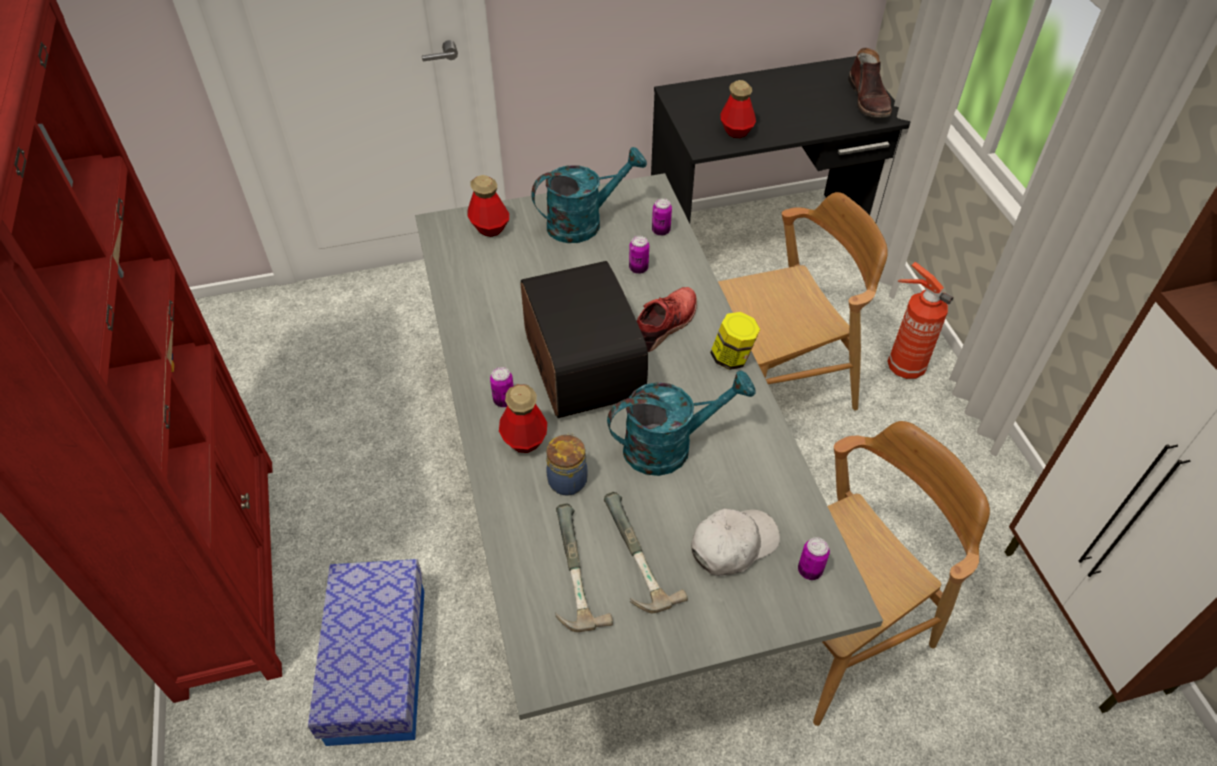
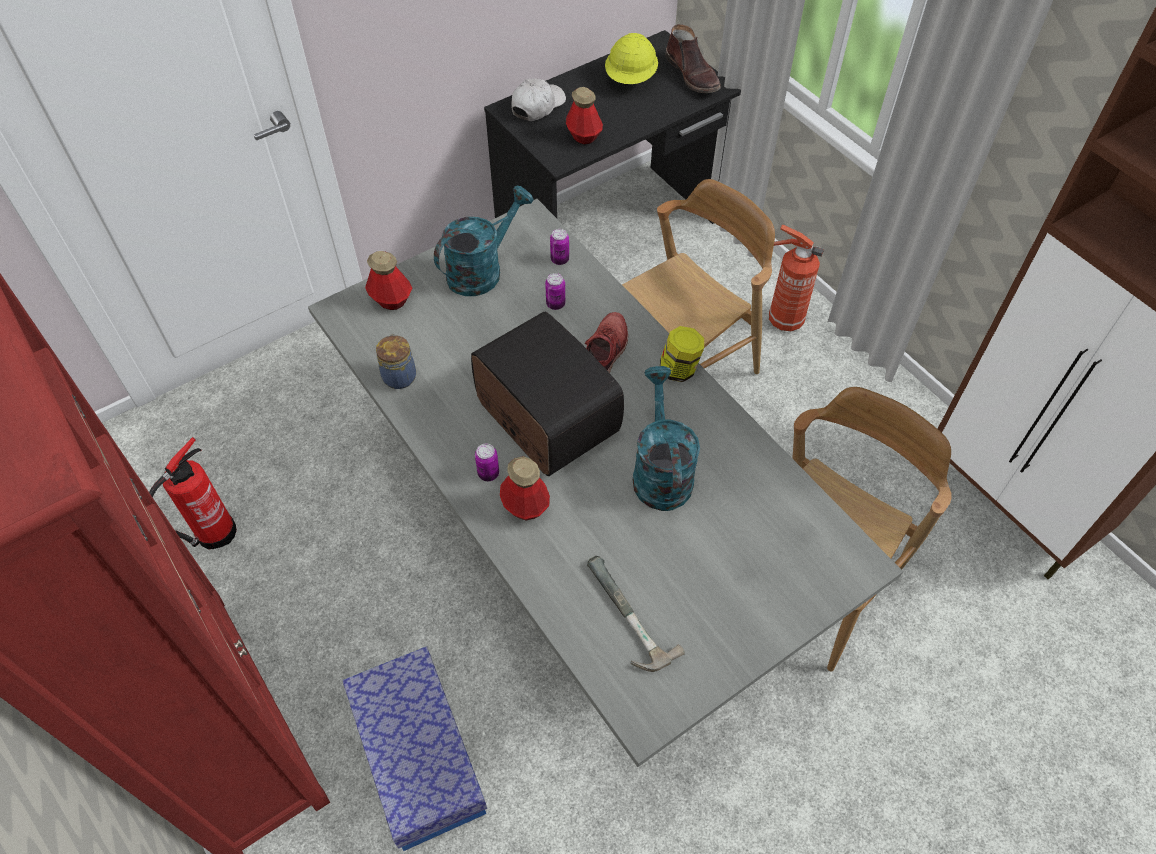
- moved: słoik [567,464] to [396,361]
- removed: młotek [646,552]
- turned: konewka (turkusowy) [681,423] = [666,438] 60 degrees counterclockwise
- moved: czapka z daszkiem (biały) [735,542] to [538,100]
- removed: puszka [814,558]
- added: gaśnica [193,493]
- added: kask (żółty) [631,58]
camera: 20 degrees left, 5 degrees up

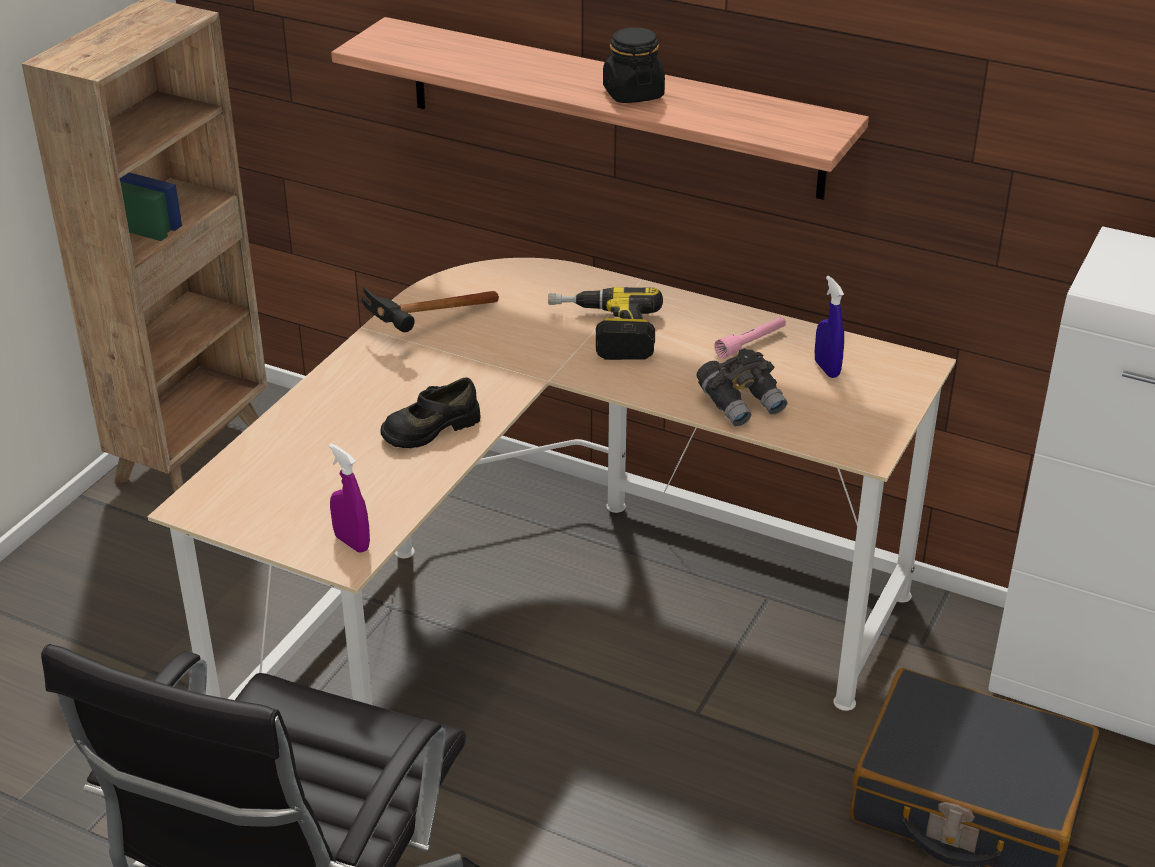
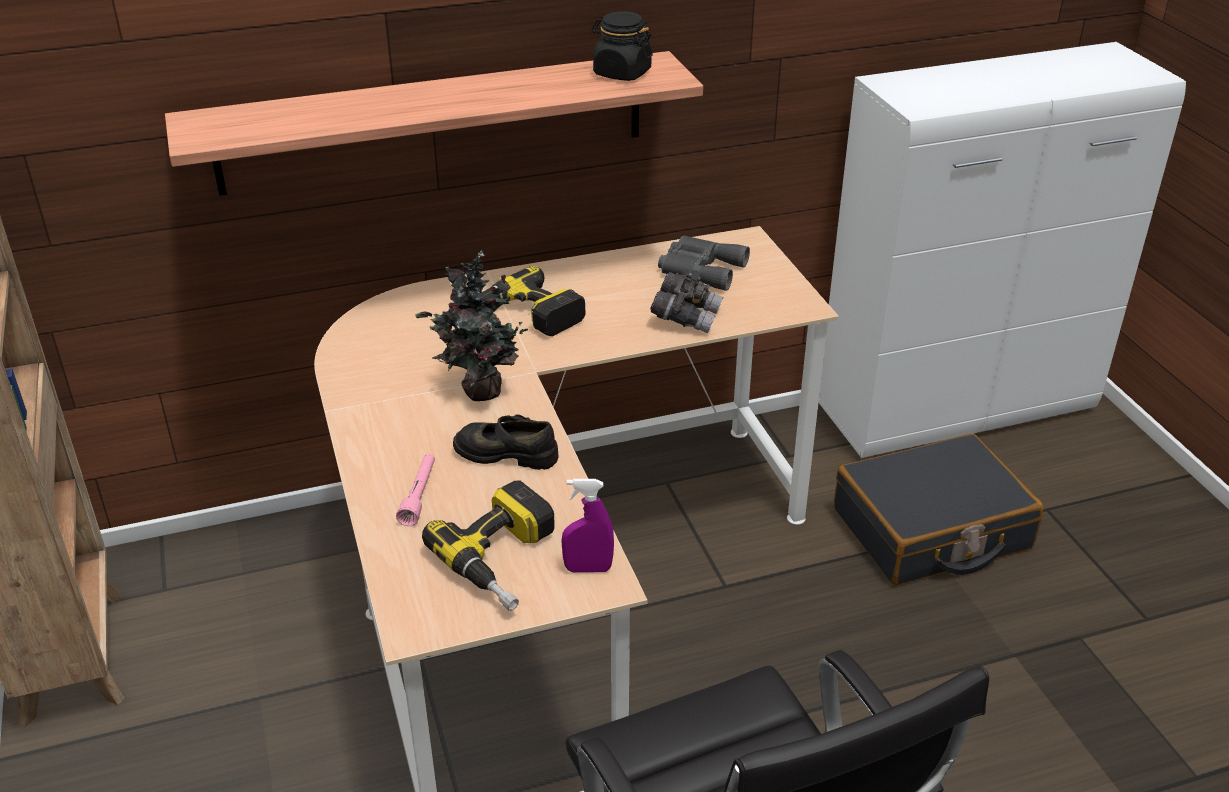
- removed: młotek [430,309]
- turned: but (czarny) [431,412] = [506,442] 90 degrees clockwise
- moved: słoik (czarny) [634,65] to [622,46]
- moved: latarka (różowy) [750,338] to [415,490]
- replaced: spryskiwacz (niebieski) [829,327] to lornetka (szary) [704,263]
- added: roślina doniczkowa [474,325]
- added: wiertarka [488,545]
camera: 45 degrees left, 0 degrees up

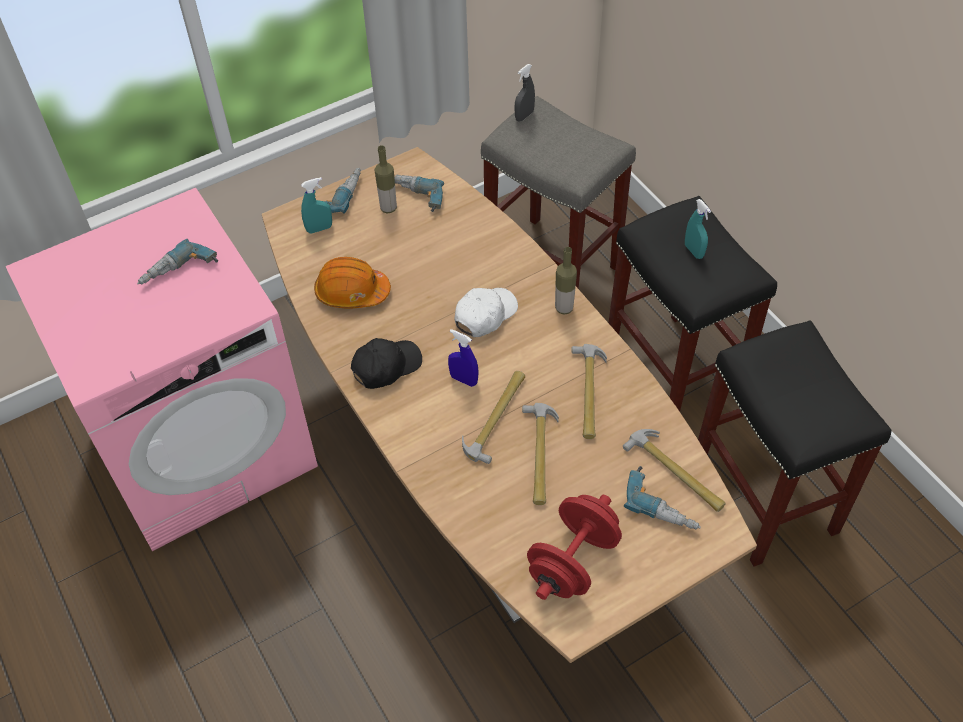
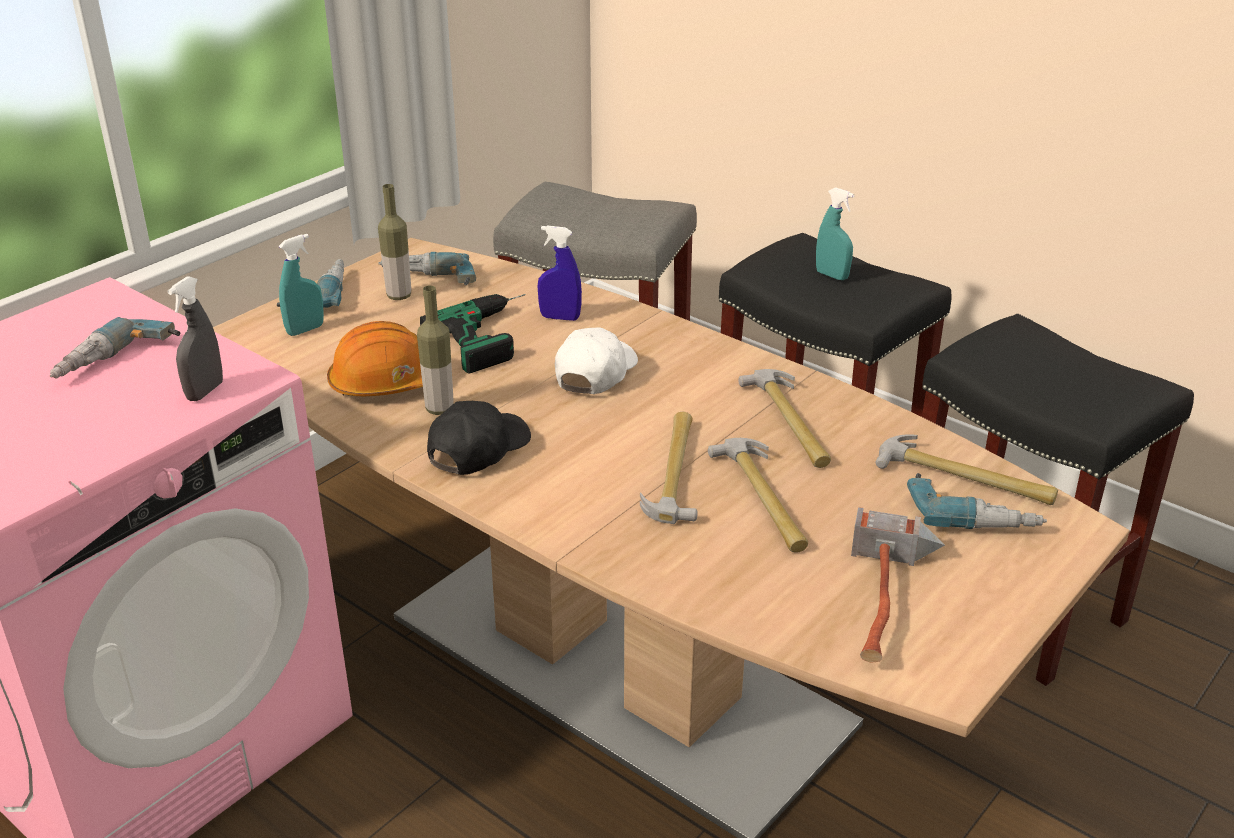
- moved: spryskiwacz (niebieski) [463,358] to [560,273]
- moved: spryskiwacz (szary) [524,93] to [195,338]
- replaced: hantel (czerwony) [574,547] to młotek [898,585]
- moved: butelka [566,281] to [435,350]
- added: wiertarka [473,334]
camera: 20 degrees left, 20 degrees down

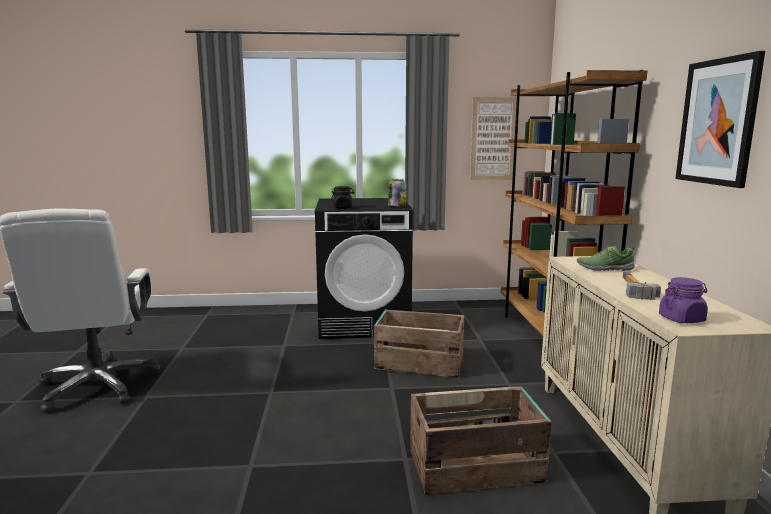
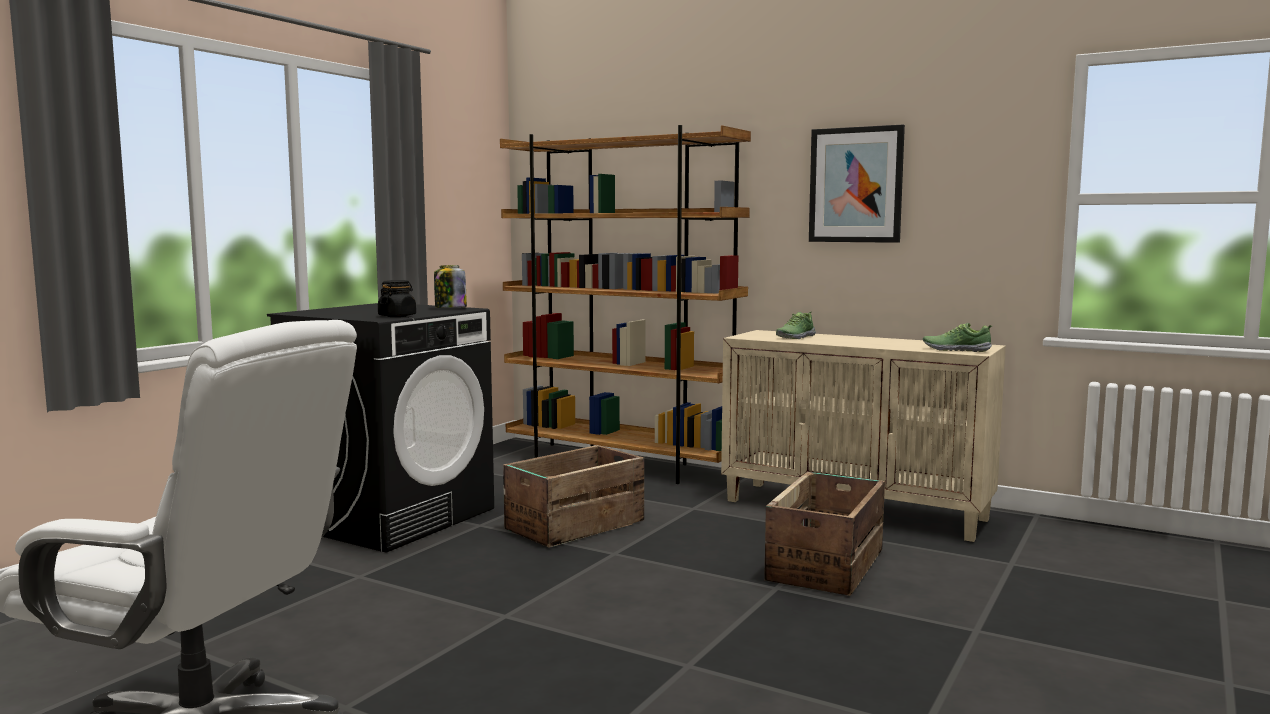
- removed: obraz [493,138]
- removed: młotek [642,286]
- replaced: słoik (fioletowy) [683,300] to but [957,337]
camera: 55 degrees left, 5 degrees down

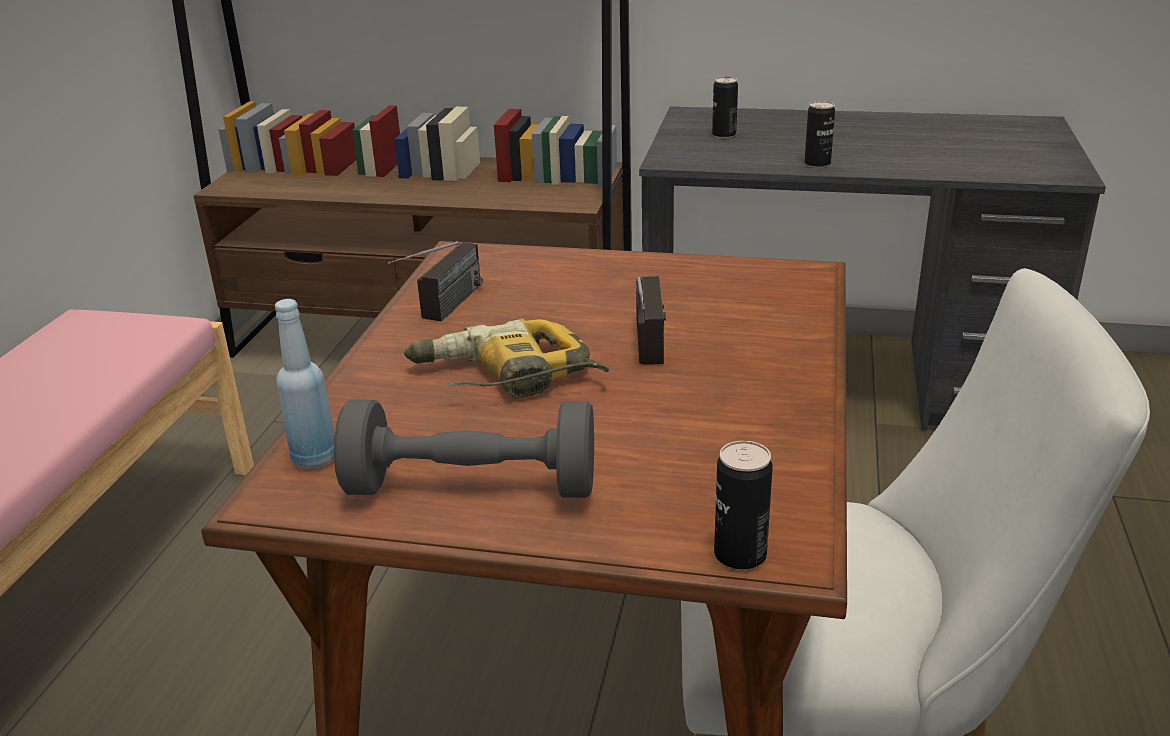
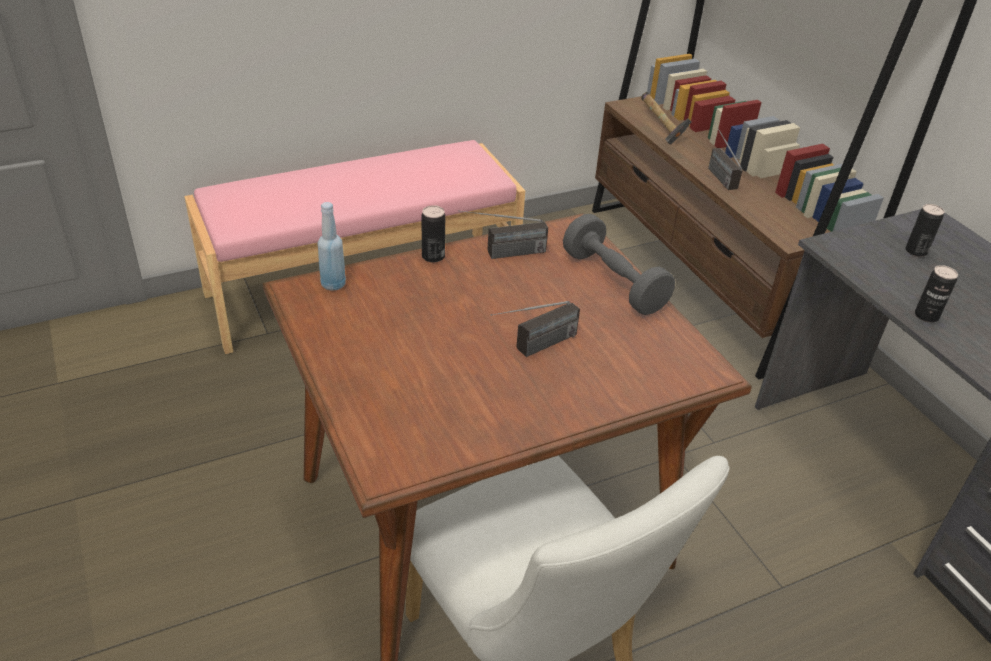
- moved: hantel (szary) [464,449] to [619,264]
- removed: wiertarka [506,359]
- moved: puszka [743,505] to [433,234]
- added: młotek [666,118]
- added: radio [725,155]
camera: 50 degrees right, 10 degrees up

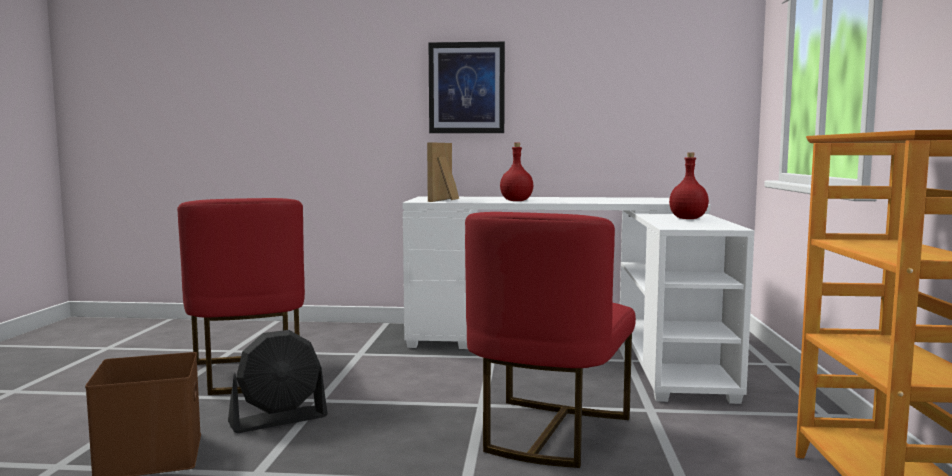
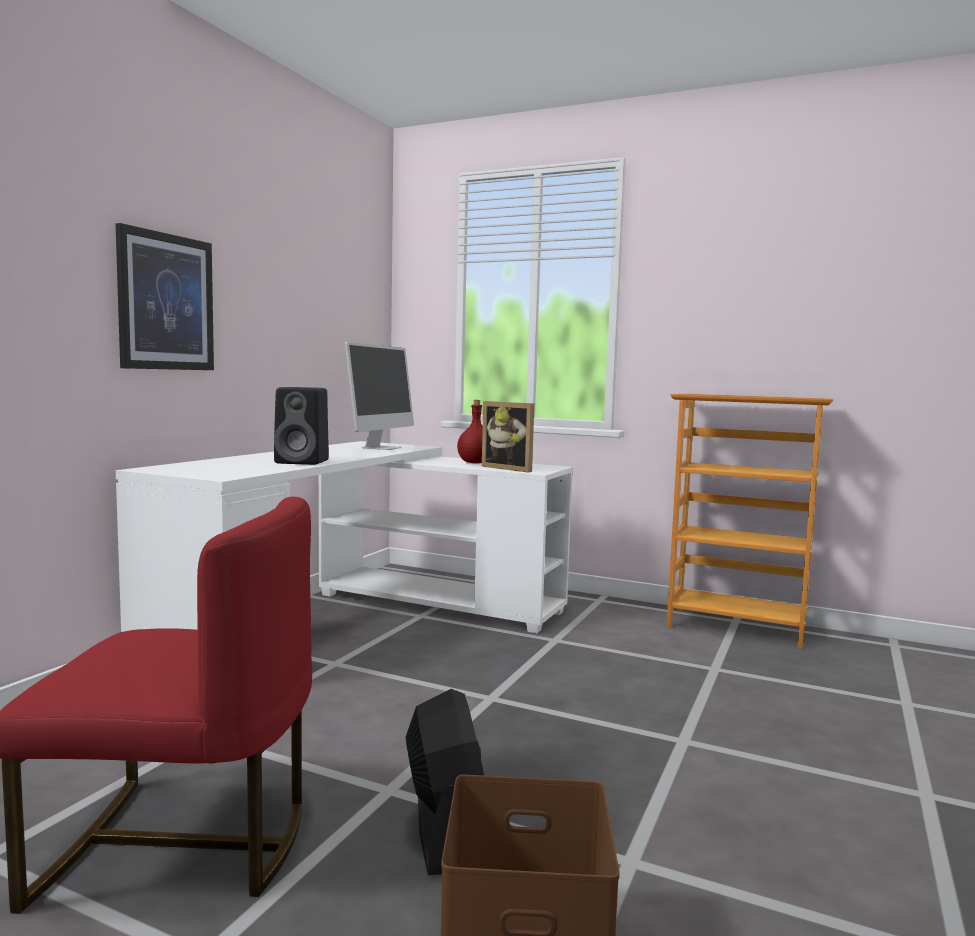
- moved: ramka na zdjęcie [443,172] to [508,436]
- removed: krzesło (czerwony) [550,340]
- replaced: butelka (czerwony) [517,172] to głośnik (czarny) [301,426]
- added: monitor [379,396]
camera: 70 degrees left, 0 degrees up

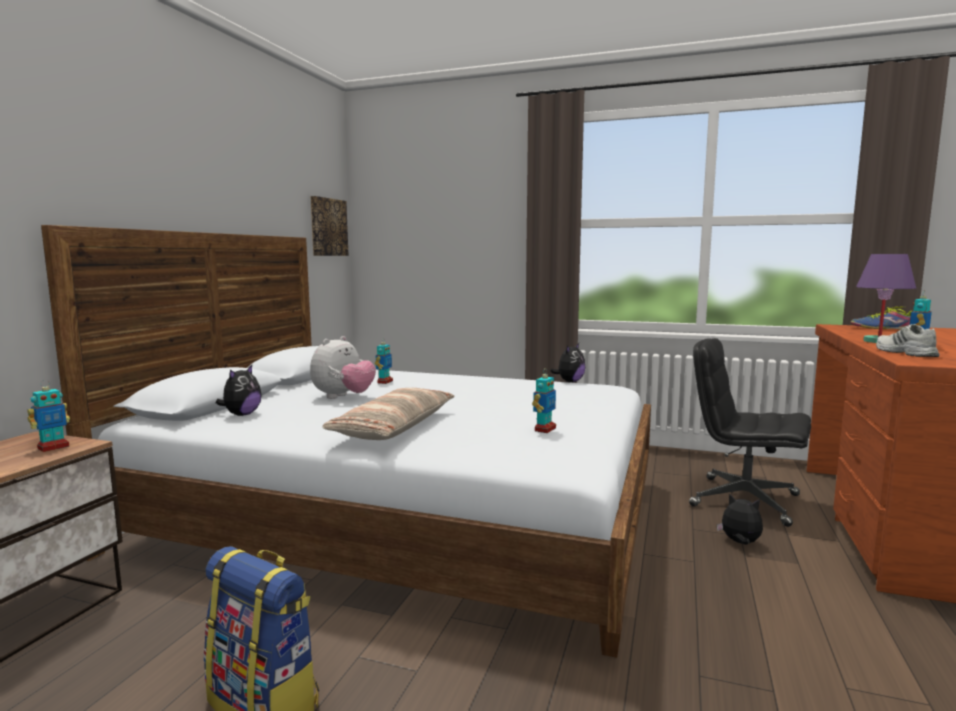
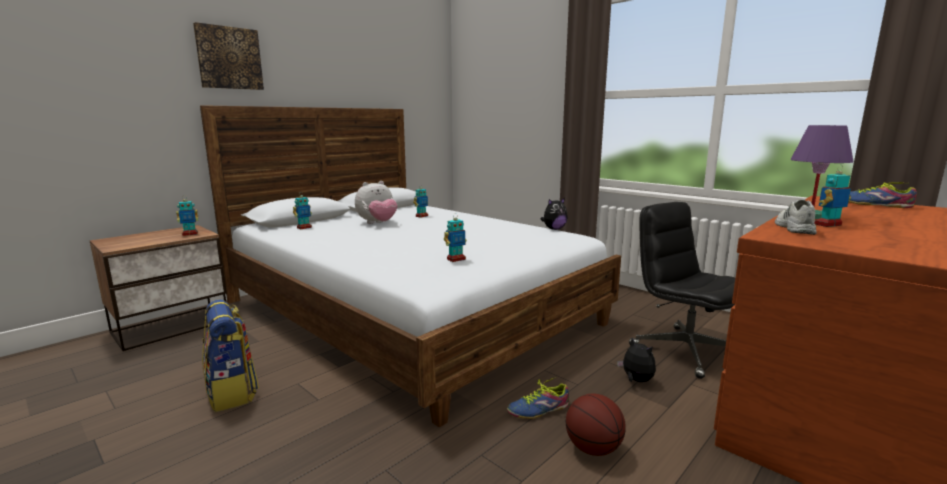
- replaced: pluszak [239,390] to robot zabawkowy [302,212]
- moved: obraz [329,226] to [228,56]
- removed: poduszka [389,414]
- added: but [538,398]
- added: piłka do koszykówki [596,425]
camera: 25 degrees right, 5 degrees up

